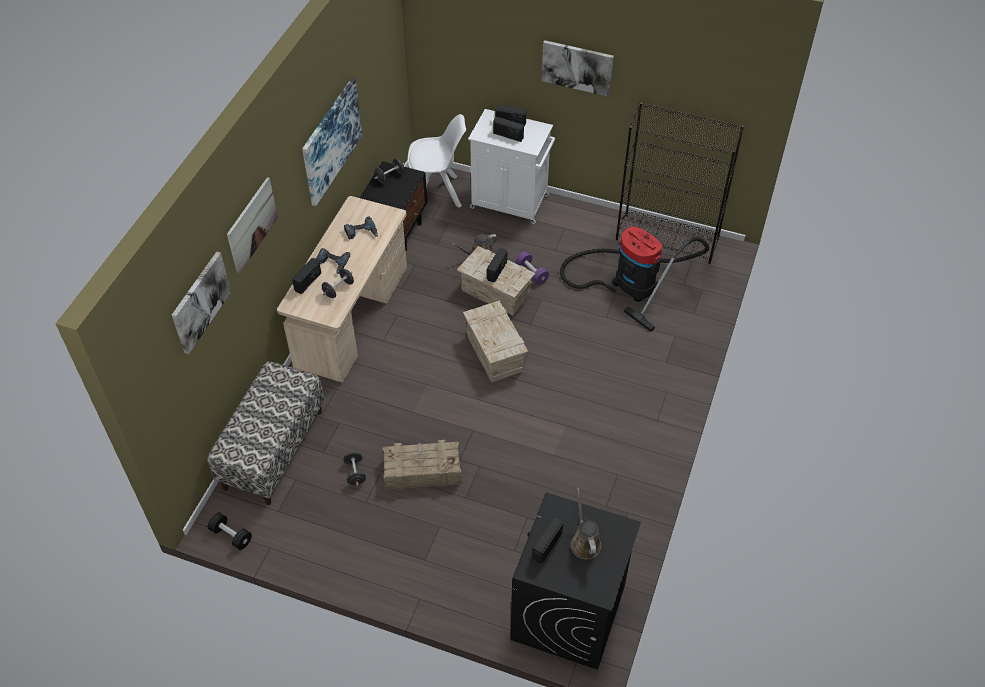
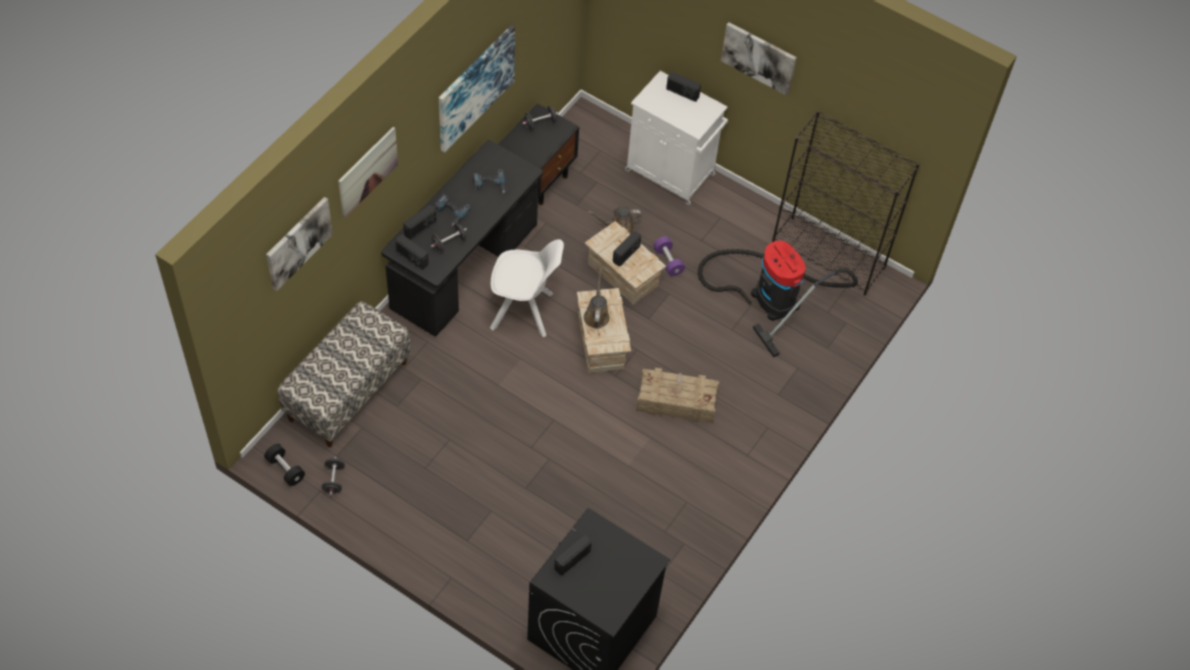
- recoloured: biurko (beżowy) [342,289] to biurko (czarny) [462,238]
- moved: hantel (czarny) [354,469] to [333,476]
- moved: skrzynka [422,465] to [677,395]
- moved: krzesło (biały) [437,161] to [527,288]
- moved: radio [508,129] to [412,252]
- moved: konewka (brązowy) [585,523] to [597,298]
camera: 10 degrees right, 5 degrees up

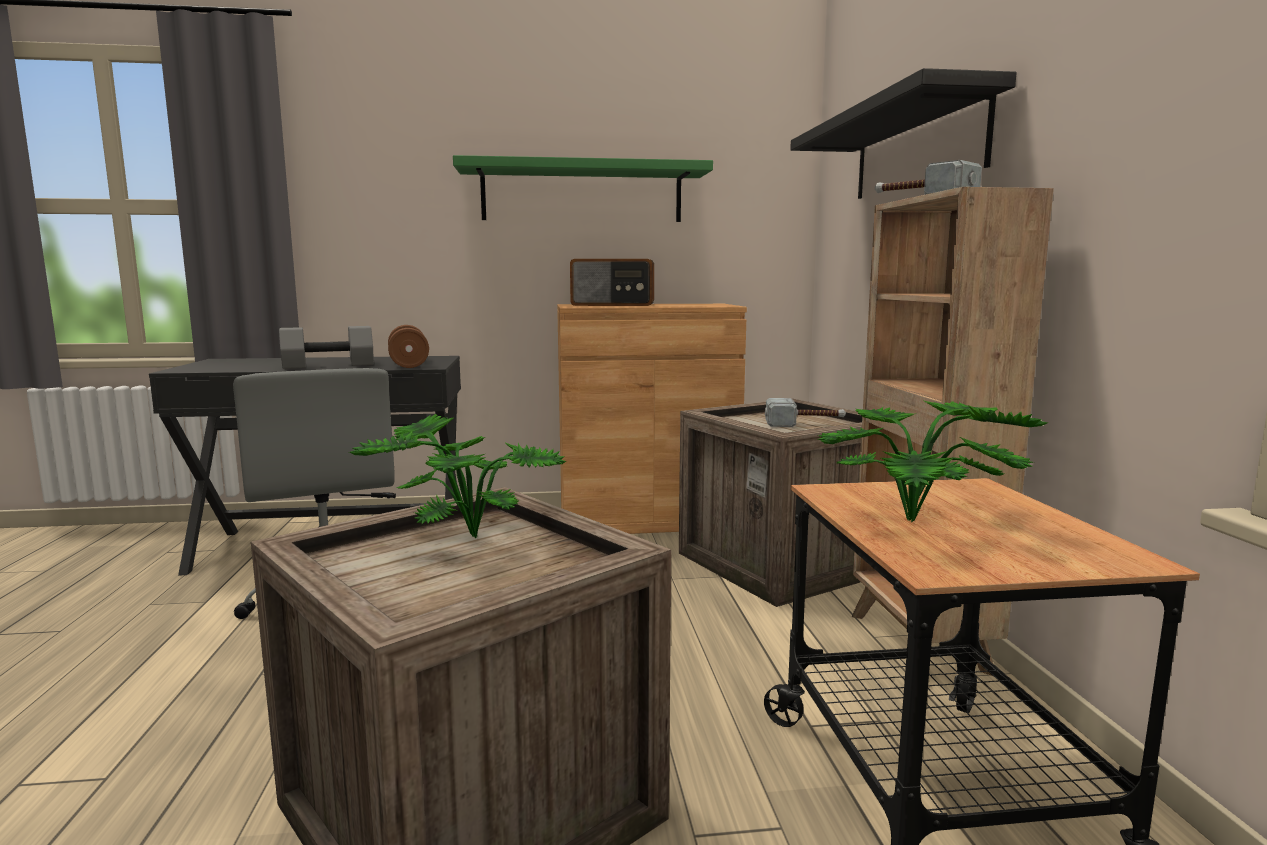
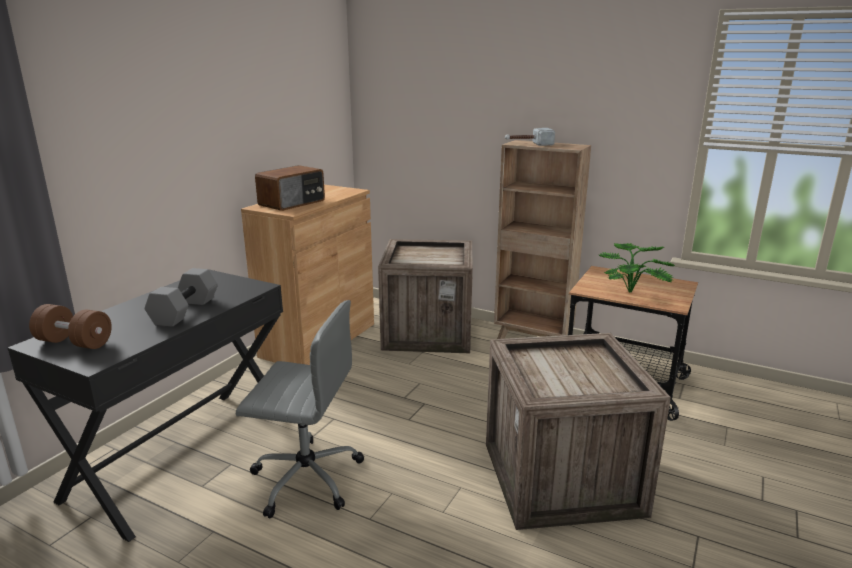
- removed: roślina doniczkowa [458,476]
- moved: hantel (brązowy) [408,346] to [70,326]
- removed: półka (zielony) [583,188]
- removed: młotek [805,412]
- removed: półka (czarny) [903,133]
camera: 55 degrees left, 10 degrees up

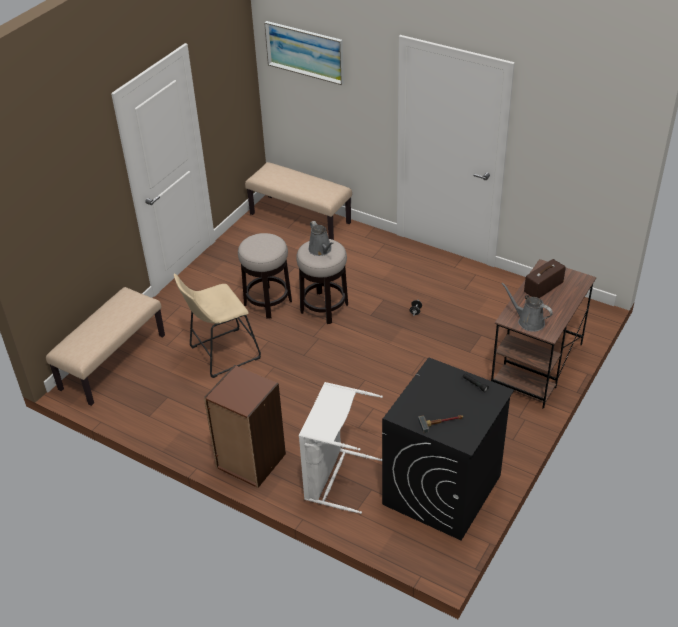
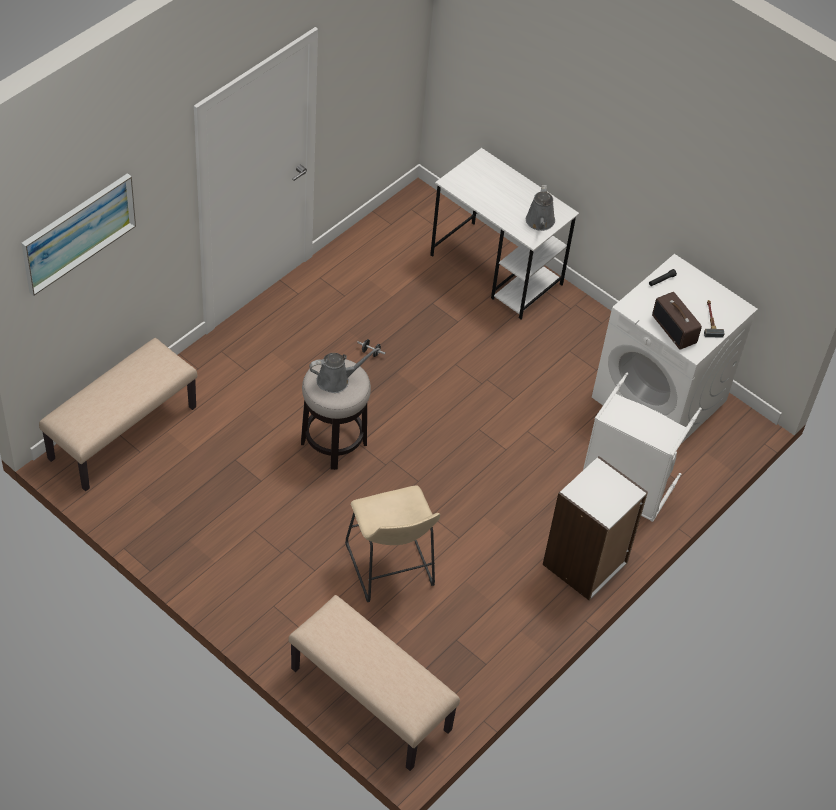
- recoloured: regał (brązowy) [245,426] to regał (biały) [595,528]
- removed: stołek [265,276]
- recoloured: pralka (czarny) [448,449] to pralka (biały) [675,349]
- recoloured: biurko (brązowy) [543,334] to biurko (biały) [504,234]
- turned: konewka (szary) [527,307] = [540,208] 45 degrees counterclockwise
- moved: radio [545,278] to [677,321]
camera: 85 degrees left, 10 degrees up

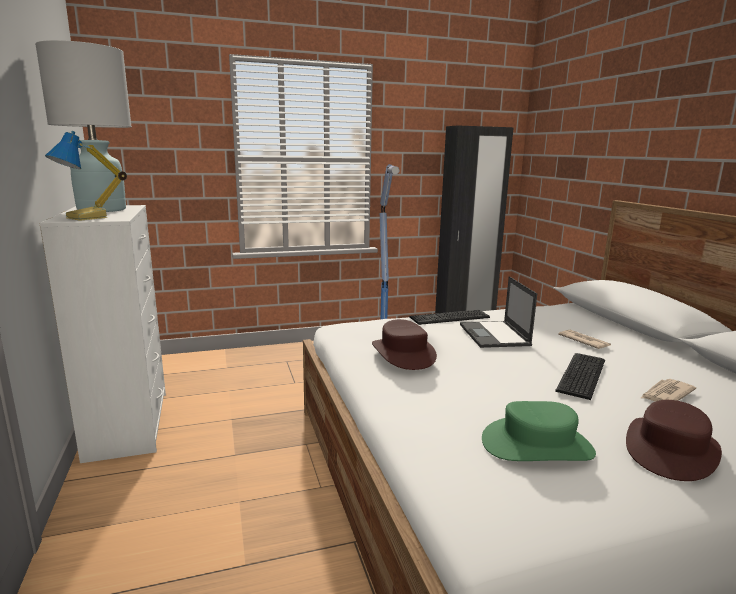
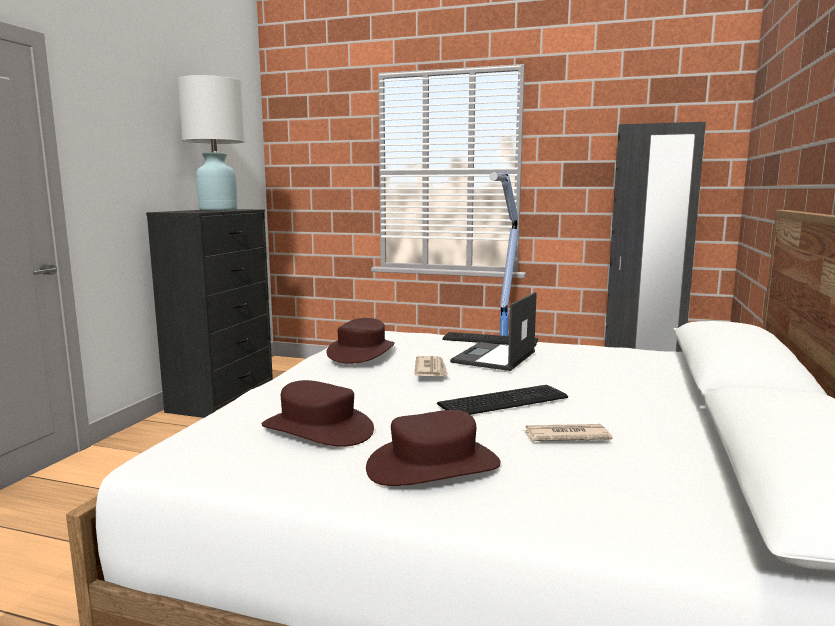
- recoloured: komoda (biały) [103,334] to komoda (czarny) [209,313]
- removed: lampa stołowa [86,176]
- recoloured: kapelusz (zielony) [539,431] to kapelusz (brązowy) [318,413]
- moved: gazeta [584,339] to [431,366]
camera: 35 degrees right, 5 degrees down

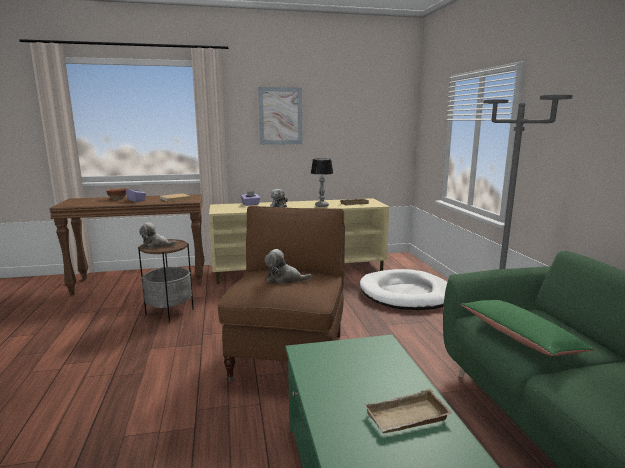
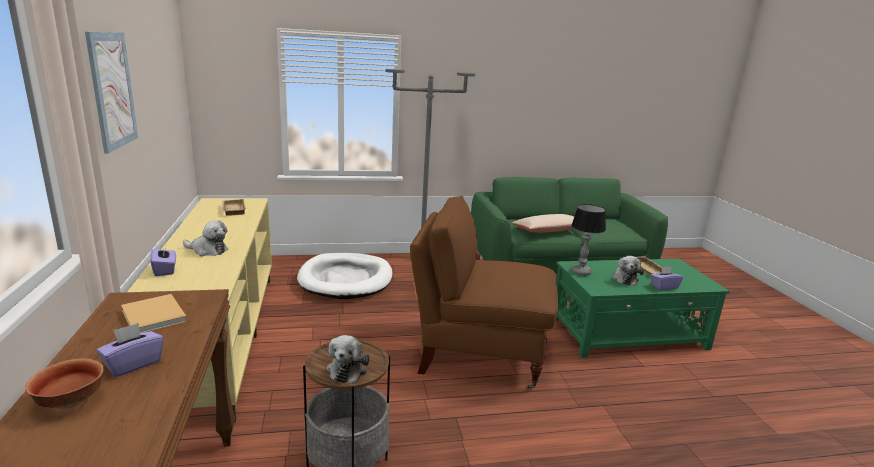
- moved: pluszak [288,266] to [627,270]
- moved: lampa stołowa [322,182] to [588,240]
- recoloured: poduszka (zielony) [528,328] to poduszka (beżowy) [543,223]
- added: pudełko chusteczek (fioletowy) [666,278]
camera: 90 degrees left, 5 degrees up

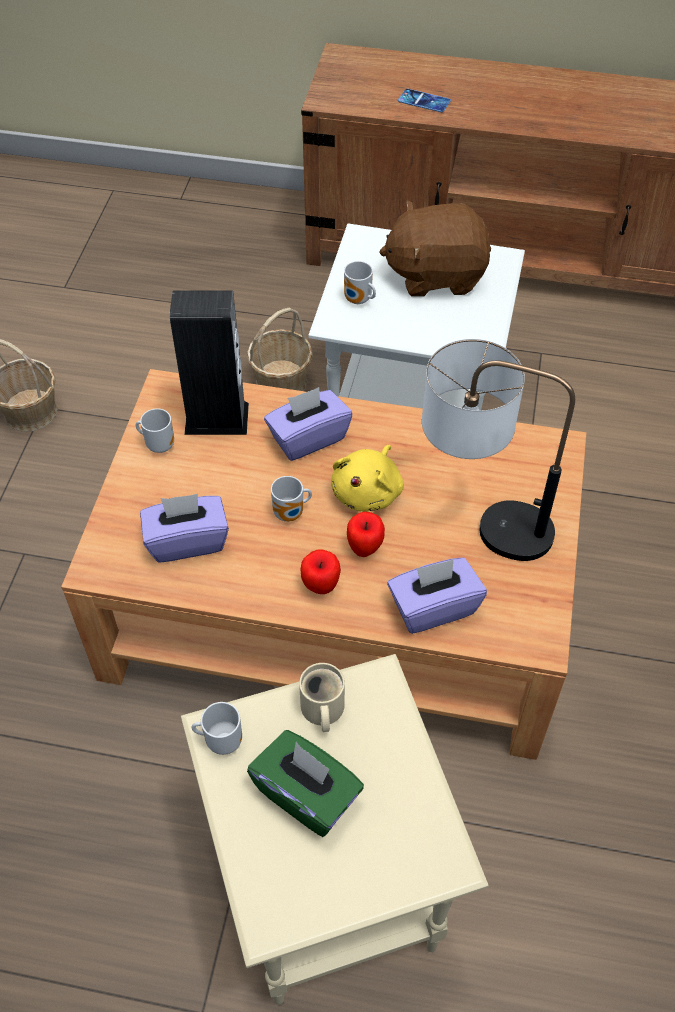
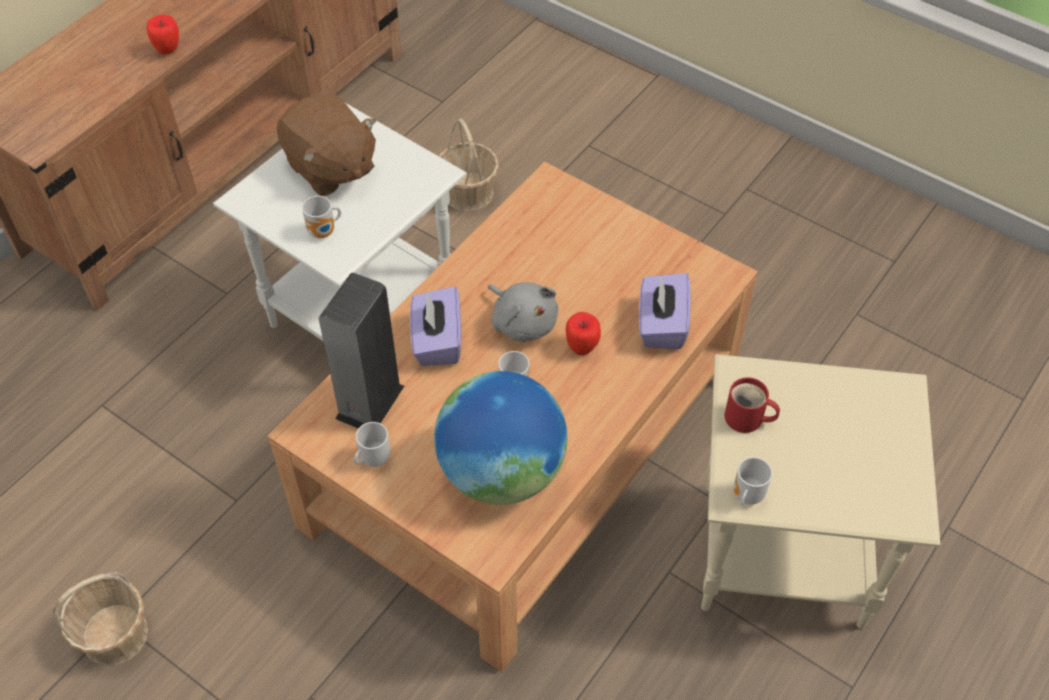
- replaced: pudełko chusteczek (fioletowy) [184,528] to globus [500,438]
- moved: koszyk [280,349] to [469,164]
- removed: pudełko chusteczek (zielony) [305,783]
- recoloured: kubek (beżowy) [322,697] to kubek (czerwony) [752,405]
- moved: jabłko [321,571] to [163,35]
- recoloured: pluszak (żółty) [367,478] to pluszak (szary) [523,312]
- turned: pluszak (brązowy) [435,248] = [326,144] 60 degrees counterclockwise
- removed: telefon [424,100]
- removed: lampa stołowa [498,450]
camera: 65 degrees left, 0 degrees up

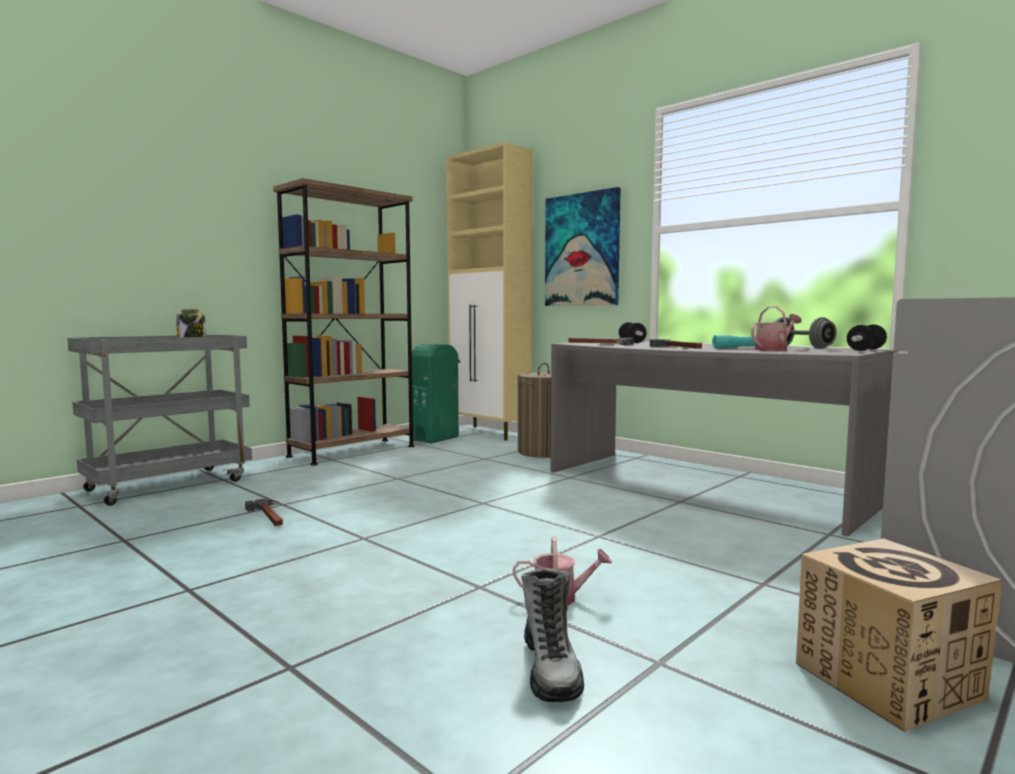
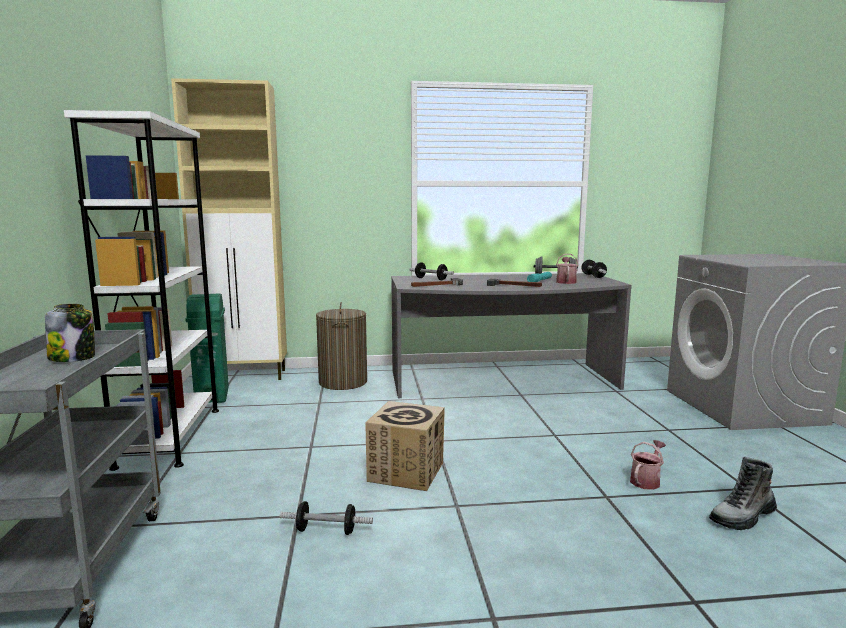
- replaced: młotek [264,512] to hantel [326,518]
- recoloured: regał (brązowy) [344,321] to regał (biały) [141,290]
- turned: but z cholewką [552,635] = [743,493] 120 degrees clockwise
- removed: obraz [583,246]
- moved: karton [899,635] to [405,446]
camera: 50 degrees left, 5 degrees up

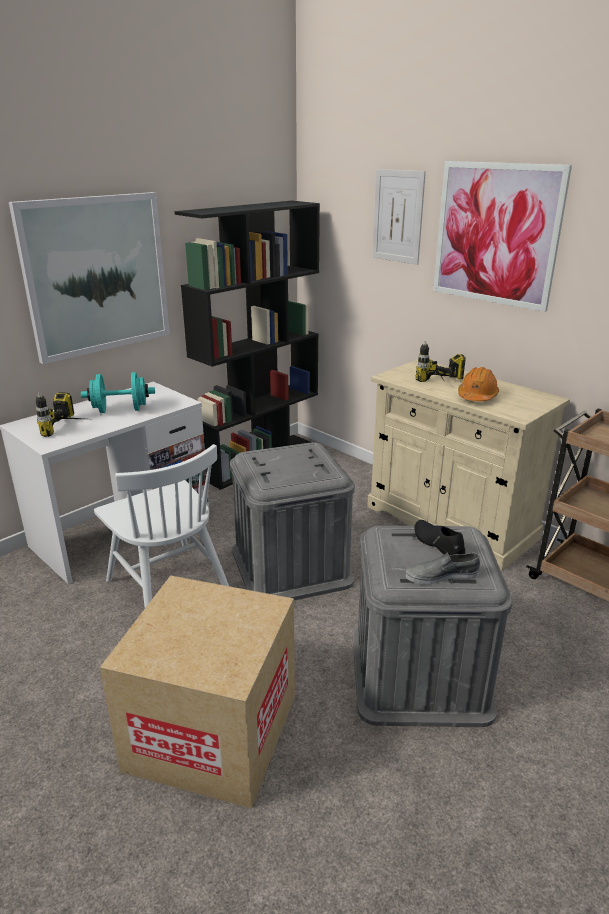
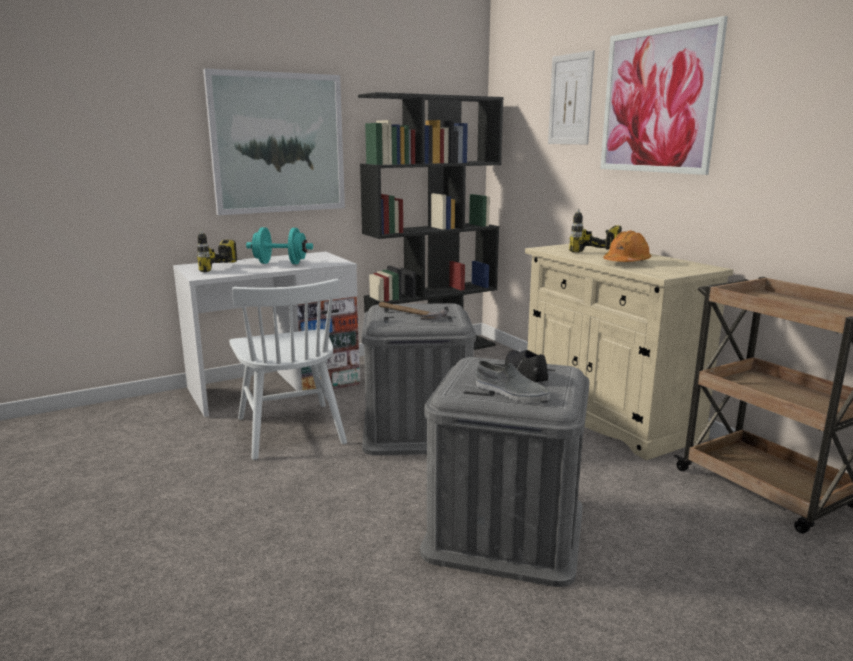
- removed: karton [197,692]
- turned: but (szary) [443,568] = [513,382] 150 degrees counterclockwise
- added: młotek [413,311]
camera: 15 degrees right, 10 degrees down

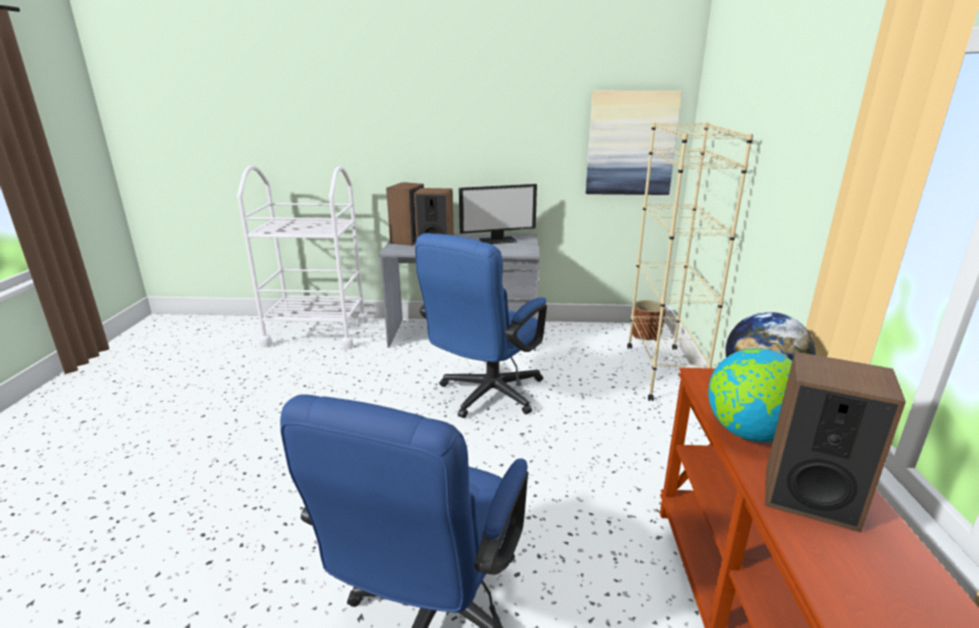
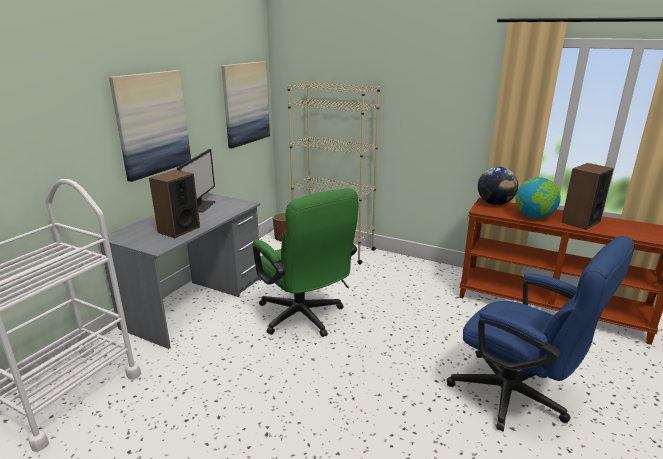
- removed: głośnik [405,214]
- recoloured: krzesło biurowe (niebieski) [481,325] to krzesło biurowe (zielony) [305,262]
- added: obraz [150,126]
camera: 65 degrees left, 0 degrees up

